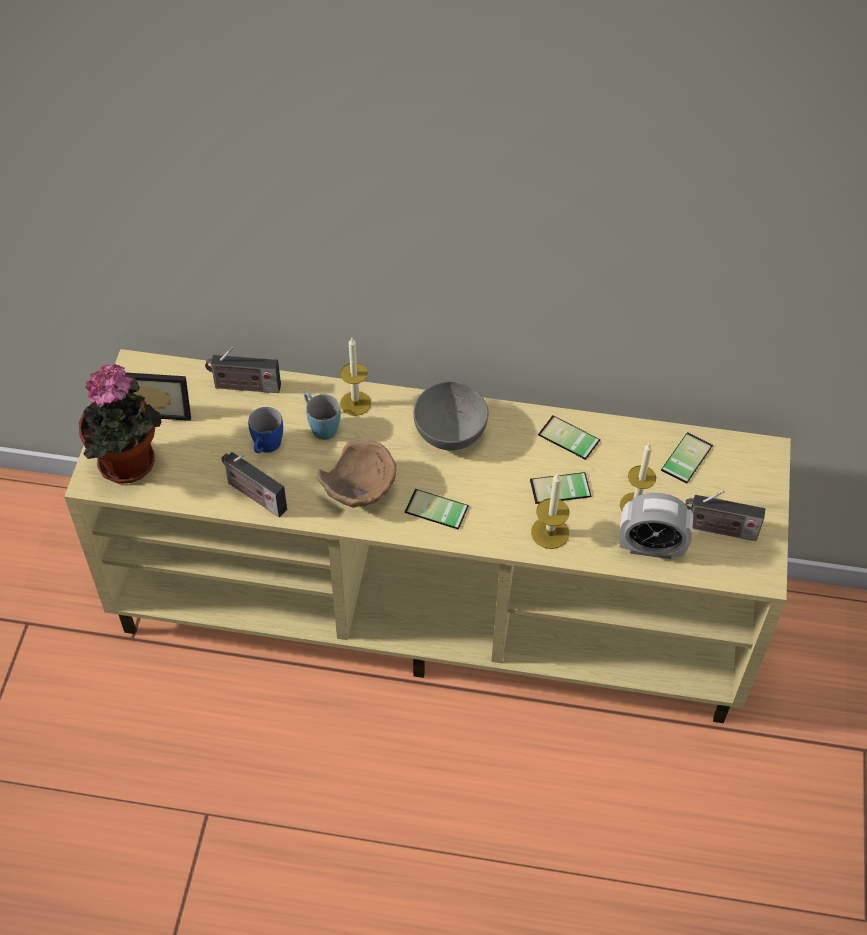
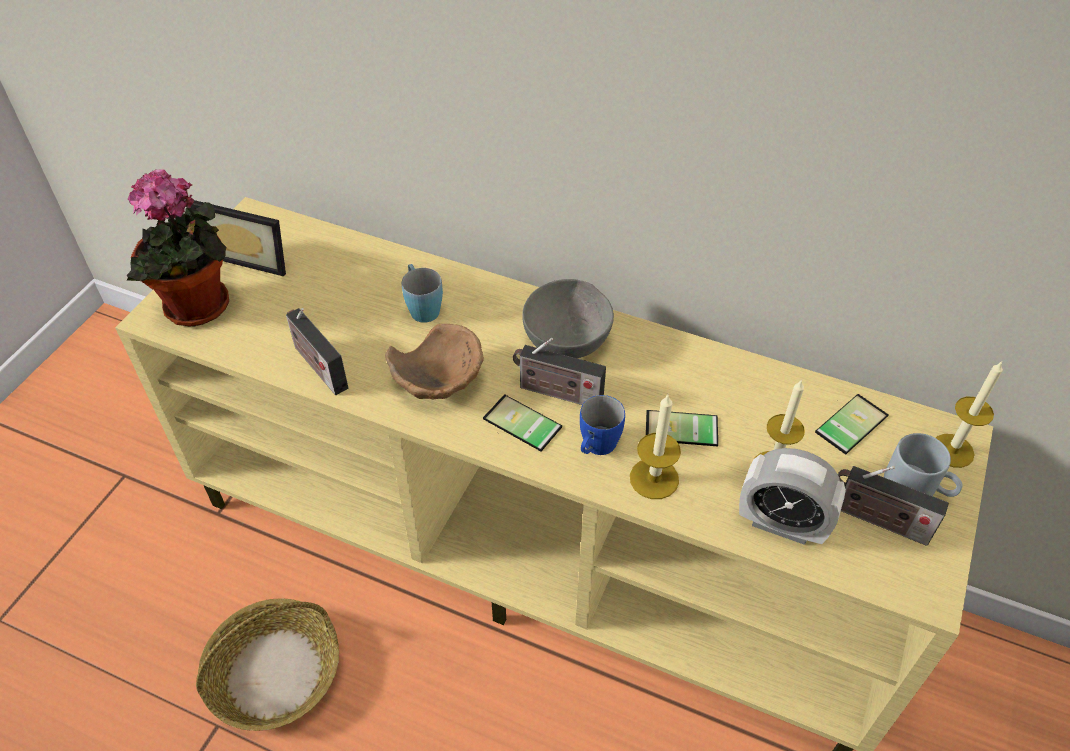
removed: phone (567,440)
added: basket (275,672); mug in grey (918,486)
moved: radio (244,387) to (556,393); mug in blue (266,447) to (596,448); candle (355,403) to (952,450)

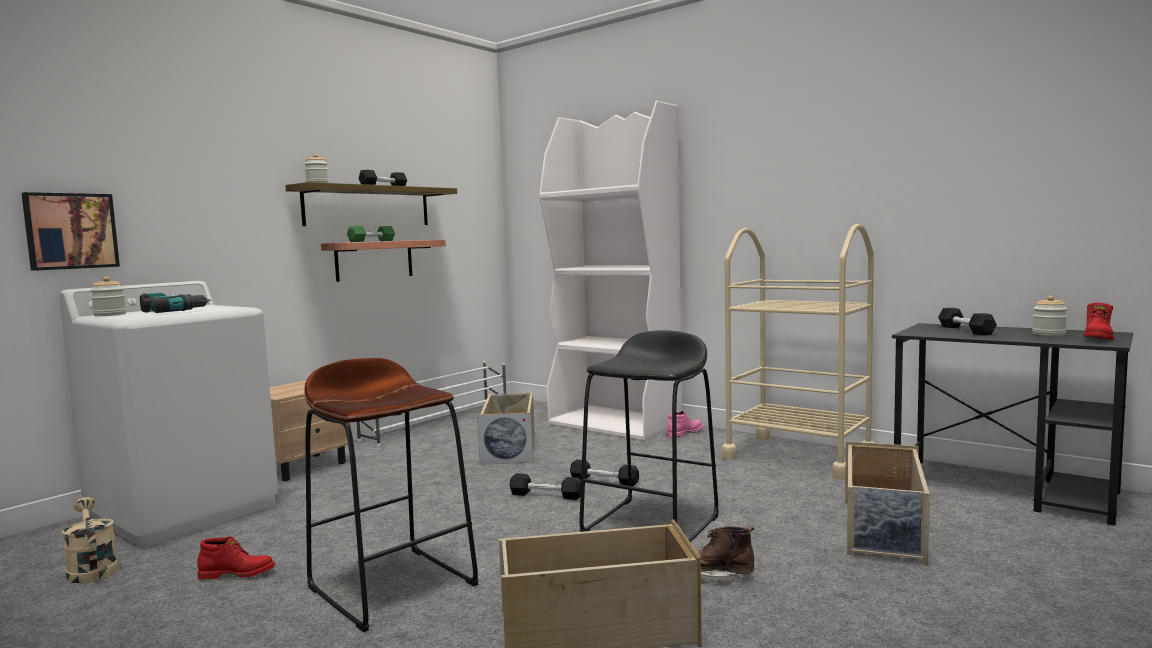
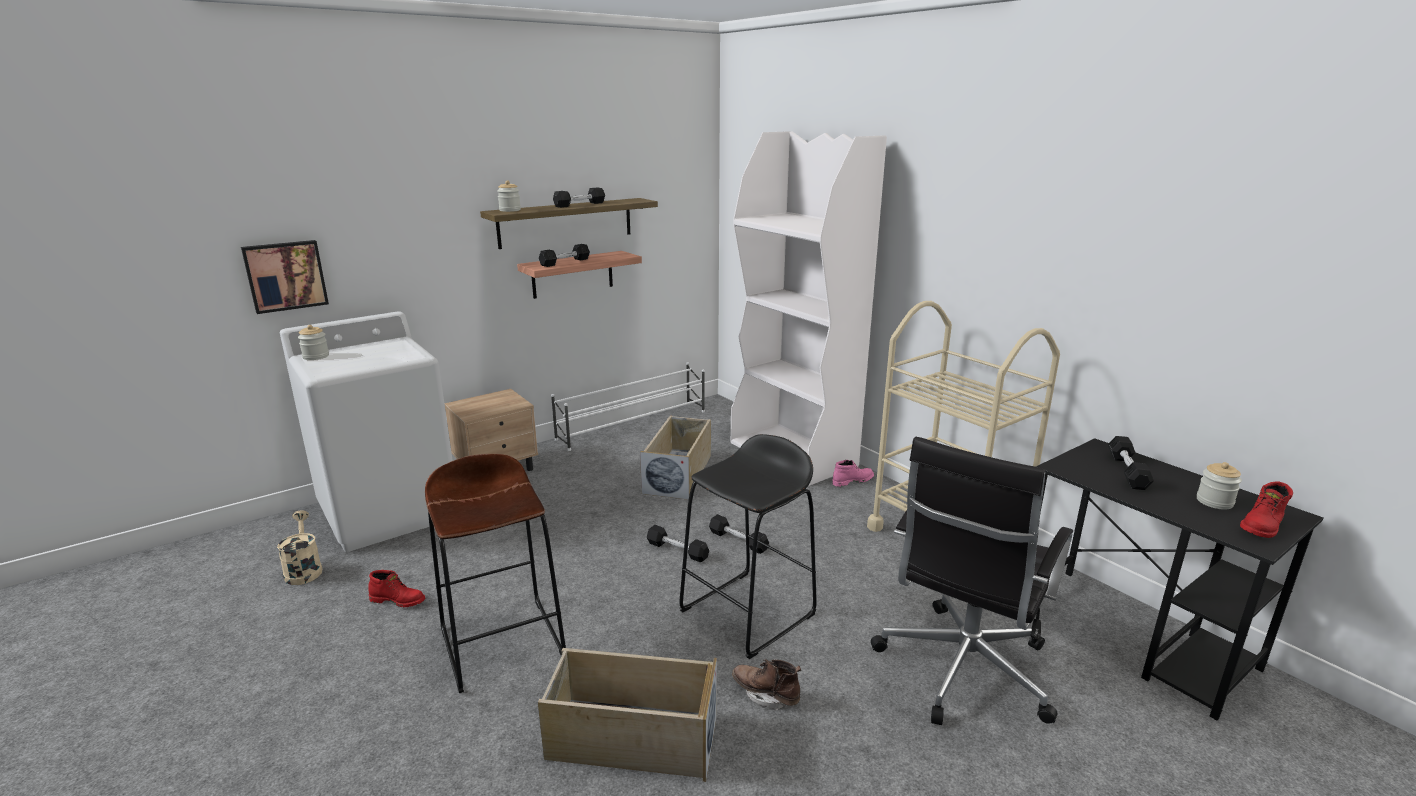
removed: power drill (172,311)
replaced: storage box in beige (883,530) to office chair in black (962,670)
recoloured: dumbbell in green (371,241) to dumbbell in black (565,262)

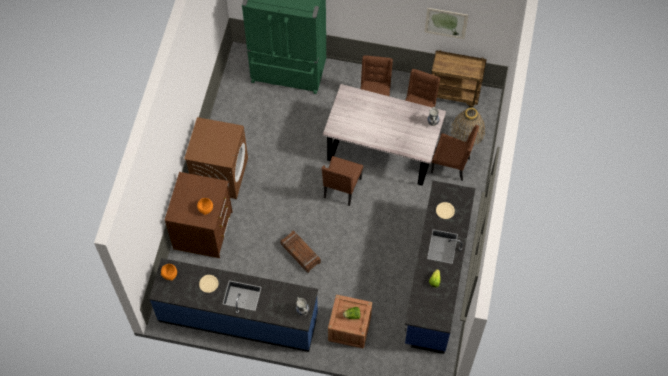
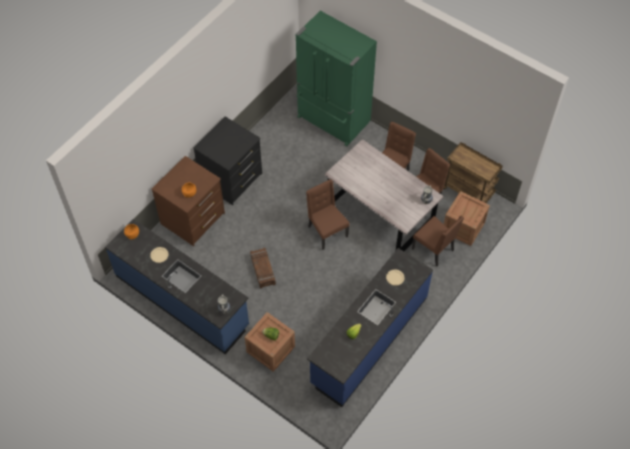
removed: picture (446,23)
replaced: washing machine in brown (220,174) to dresser in black (232,179); basket (467,131) to crate (463,227)
turned: chair in brown (341,189) = (326,231) 105 degrees clockwise

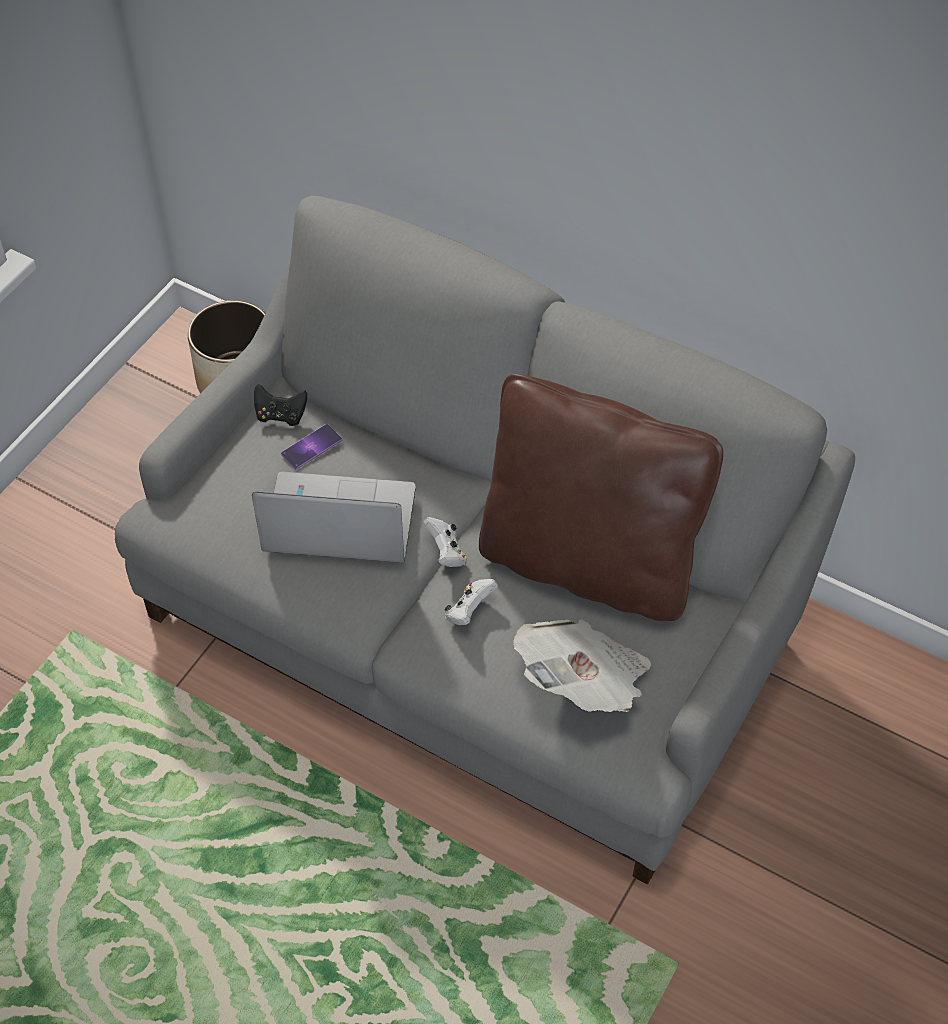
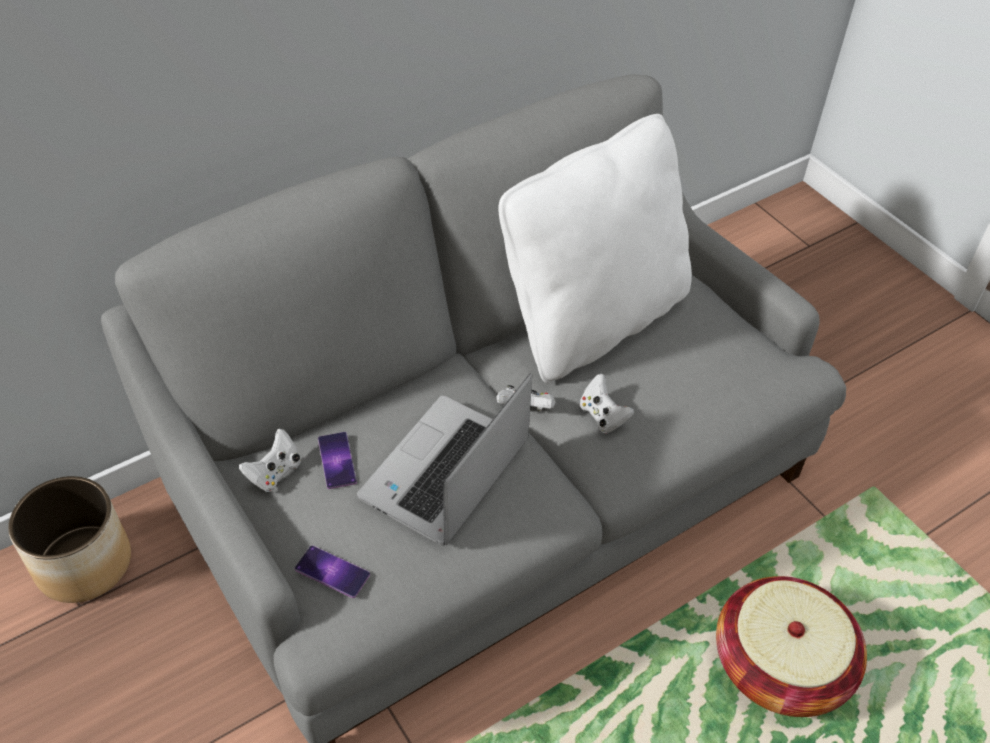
removed: newspaper (584,682)
added: phone (332,571); basket (780,665)
recoloured: game controller in black (281,415) to game controller in white (275,472); pillow in brown (588,562) to pillow in white (593,320)

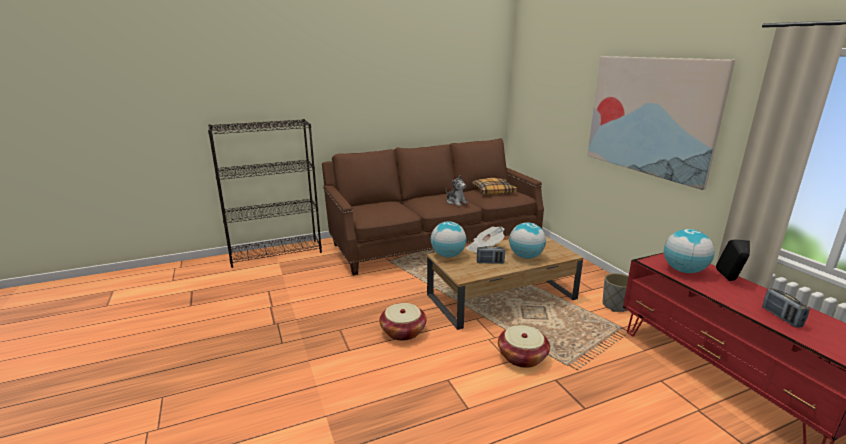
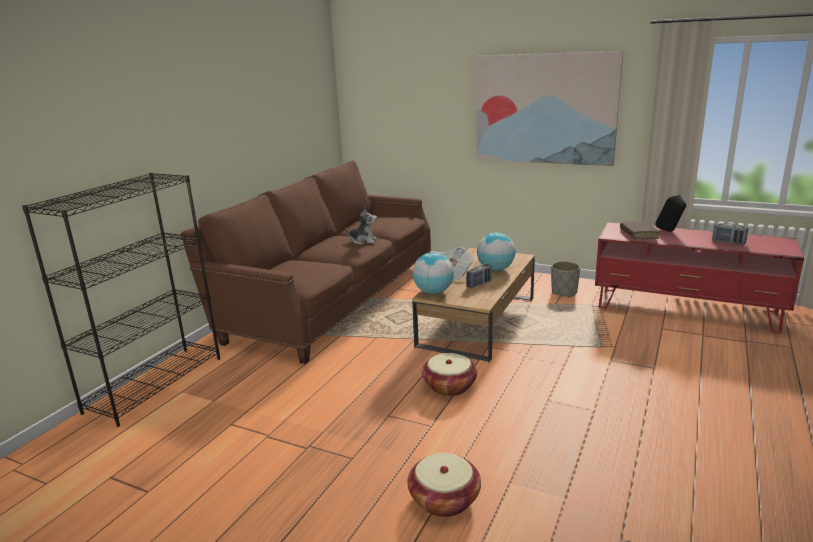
removed: pillow (493,191)
moved: basket (522,357) to (444,499)
replaced: globe (683,270) to book in brown (638,234)

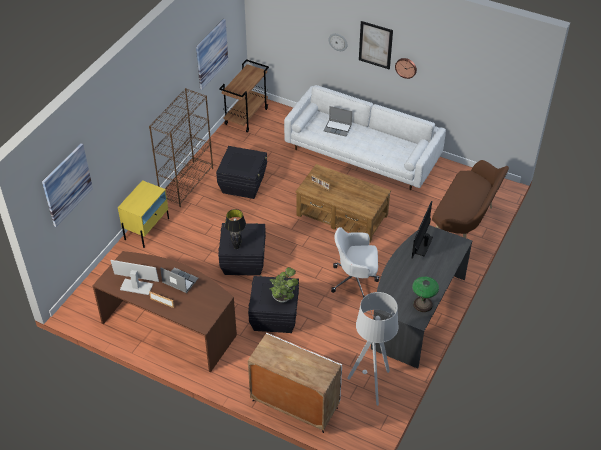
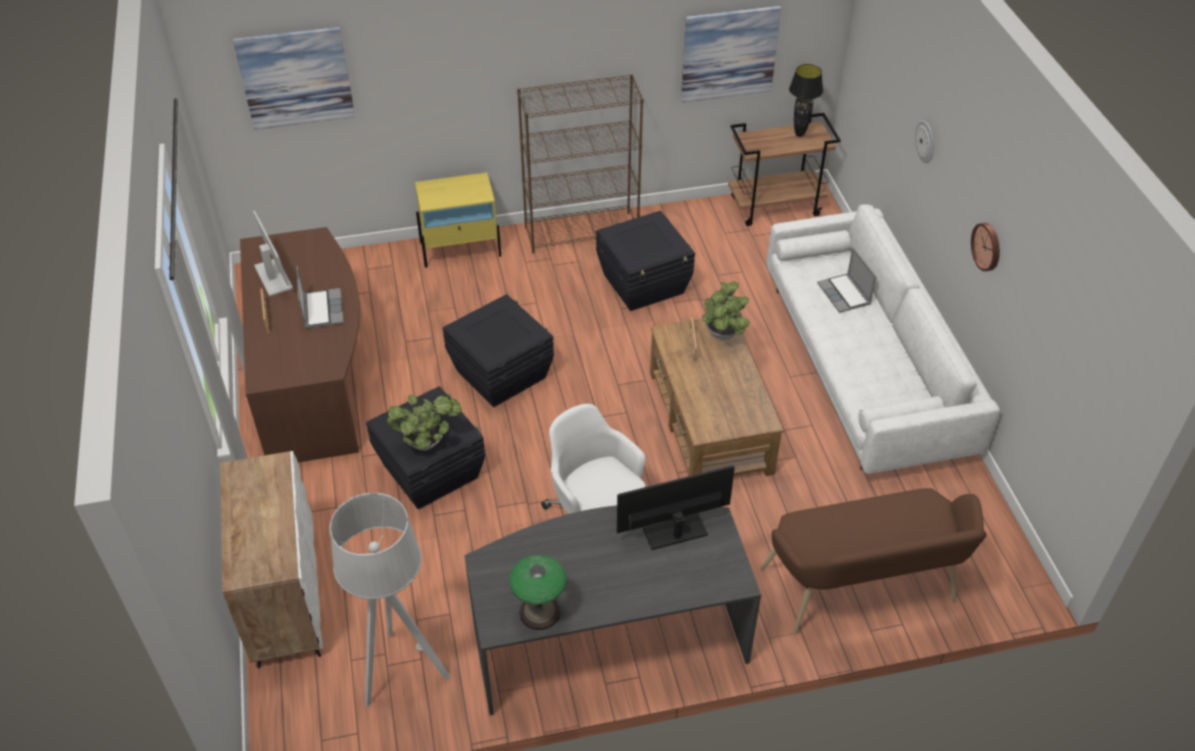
removed: picture (375,45)
added: potted plant (723,335)
moved: table lamp in black (236,247) to (799,134)

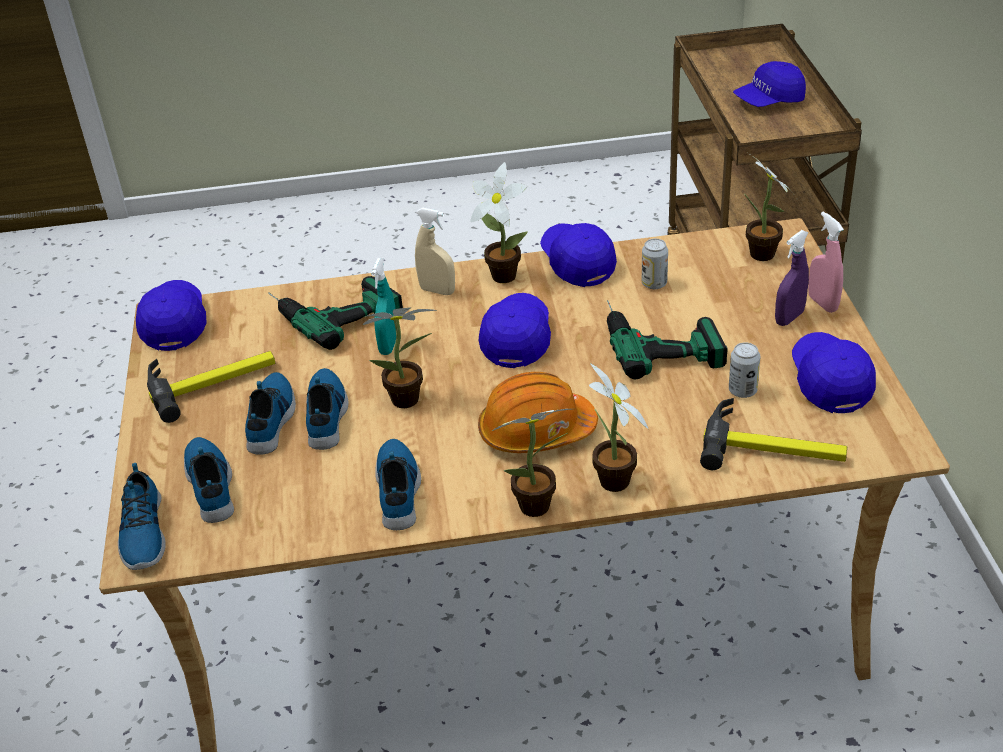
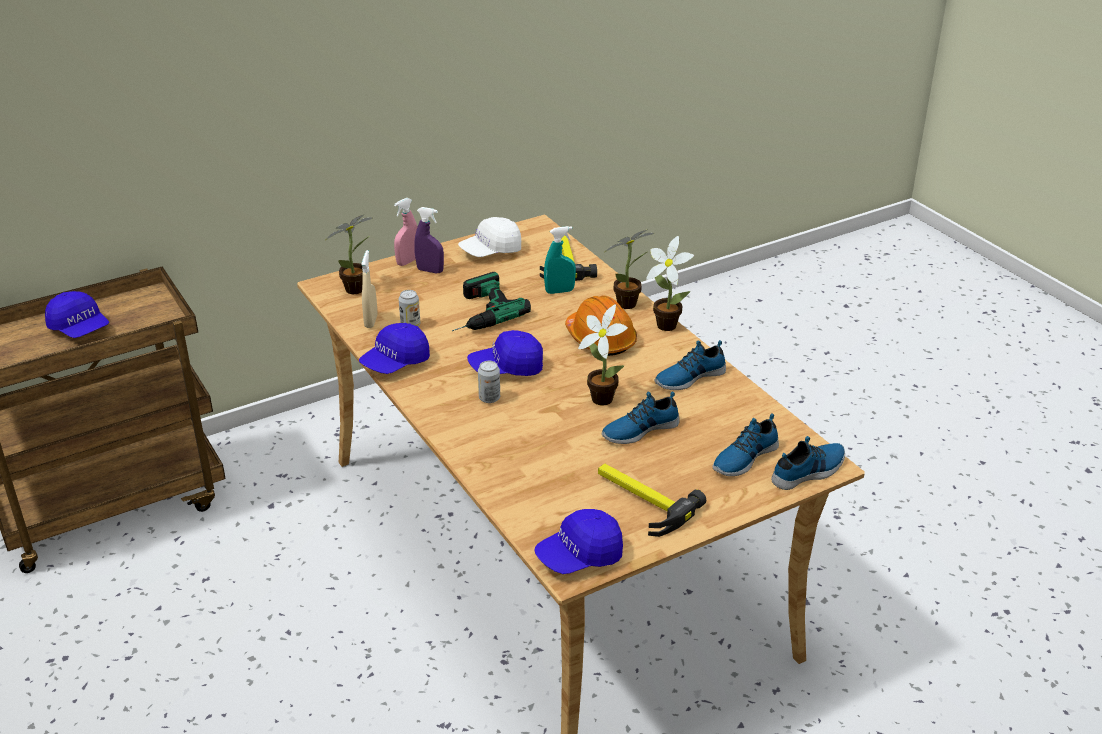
removed: shoe (272,418); power drill (331,310); potted plant (501,274)
moved: spray bottle in beige (437,291) to (371,321); can (742,391) to (489,398); spray bottle in turquoise (389,345) to (559,291)
recoloured: cap in blue (829,381) to cap in white (491,251)

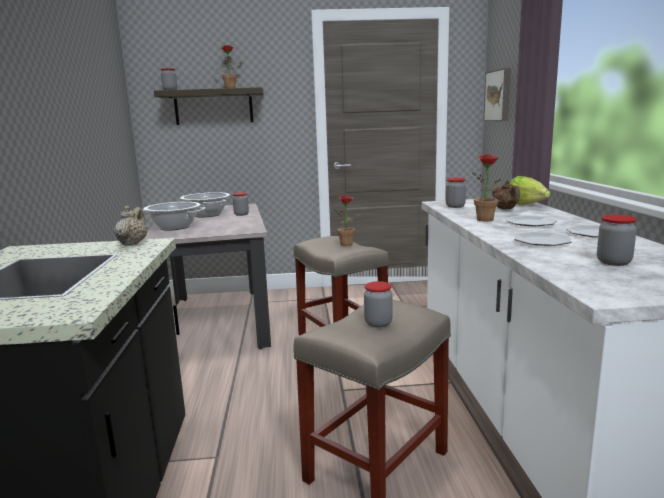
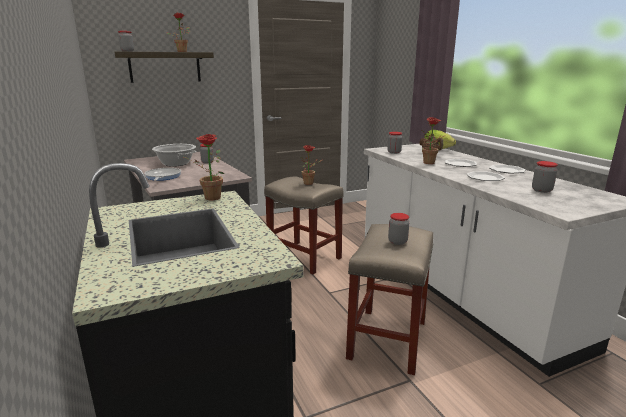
removed: picture (499,95)
replaced: cooking pot (174,227) to frying pan (162,177); teapot in beige (132,243) to potted plant (209,198)

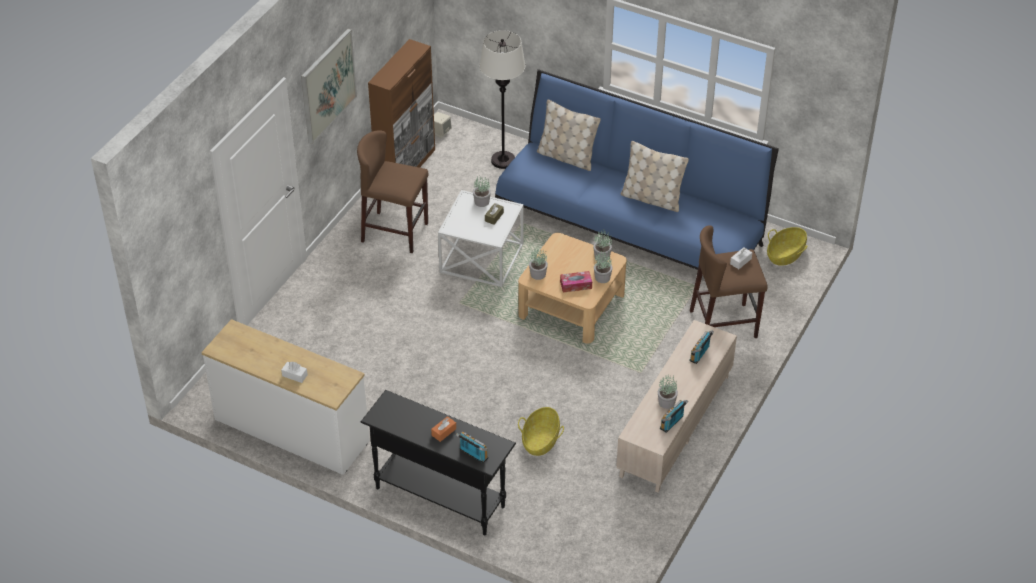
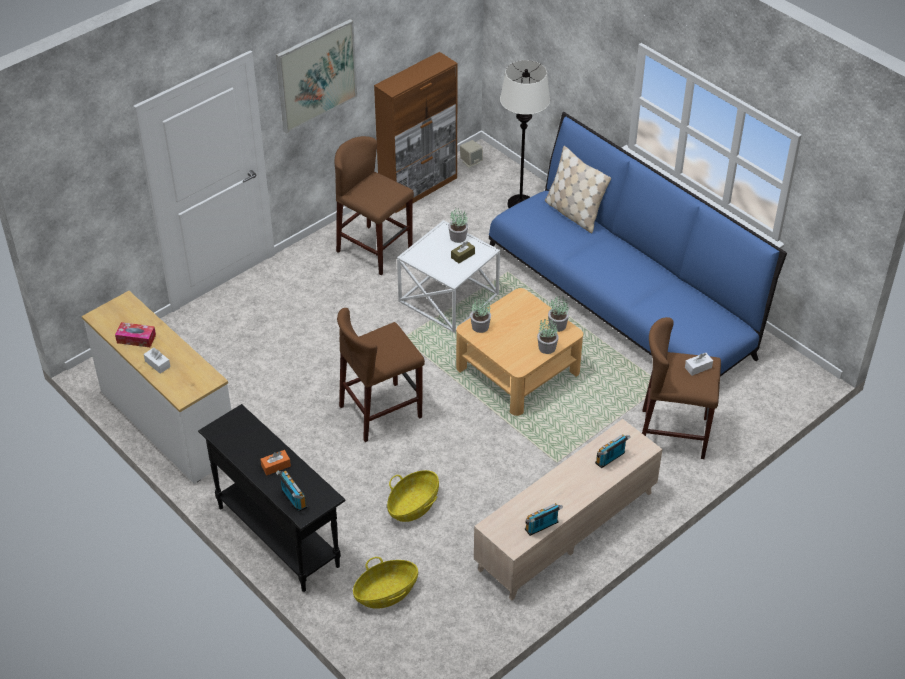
removed: pillow in beige (652,199); potted plant (666,402)
added: stool in brown (381,412)
moved: tissue box (576,285) to (136,339); basket (785,255) to (386,593)

